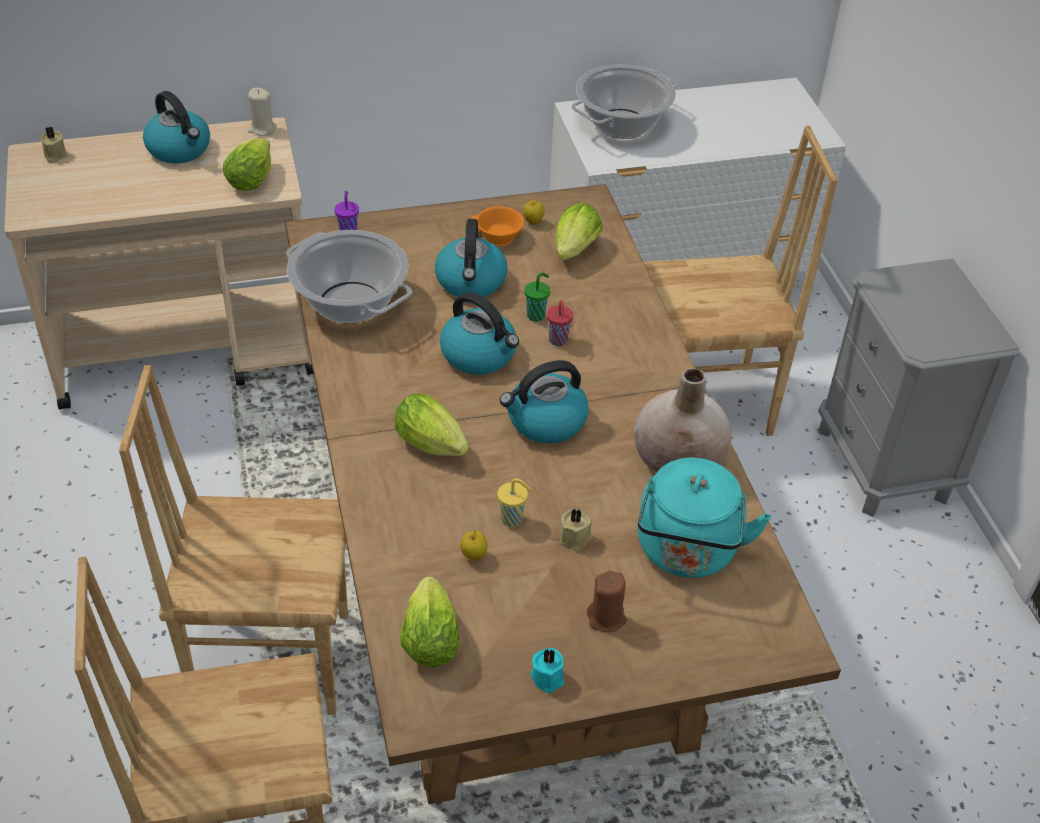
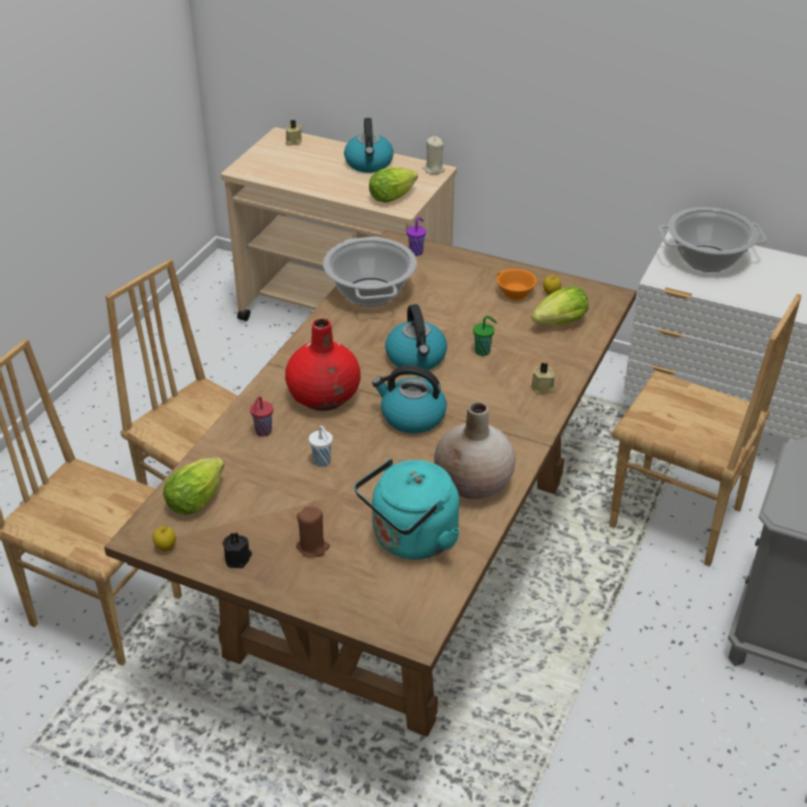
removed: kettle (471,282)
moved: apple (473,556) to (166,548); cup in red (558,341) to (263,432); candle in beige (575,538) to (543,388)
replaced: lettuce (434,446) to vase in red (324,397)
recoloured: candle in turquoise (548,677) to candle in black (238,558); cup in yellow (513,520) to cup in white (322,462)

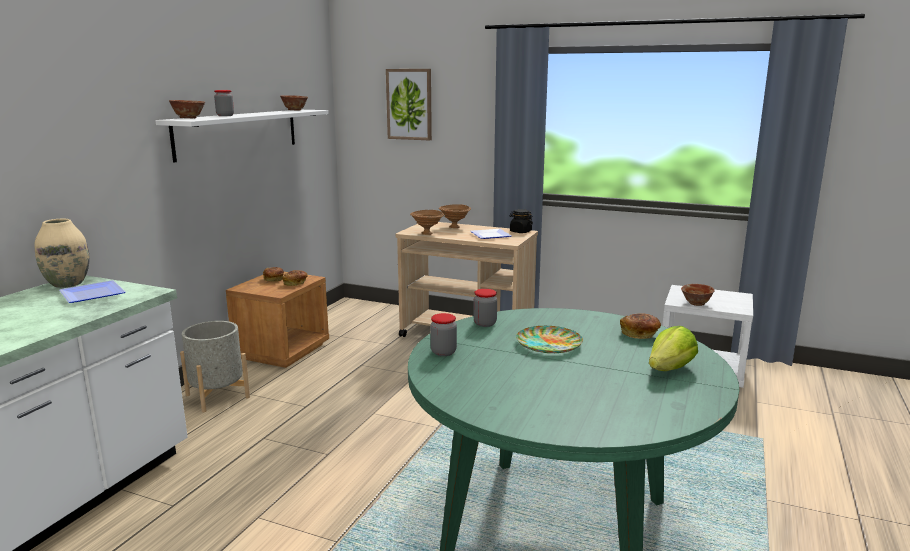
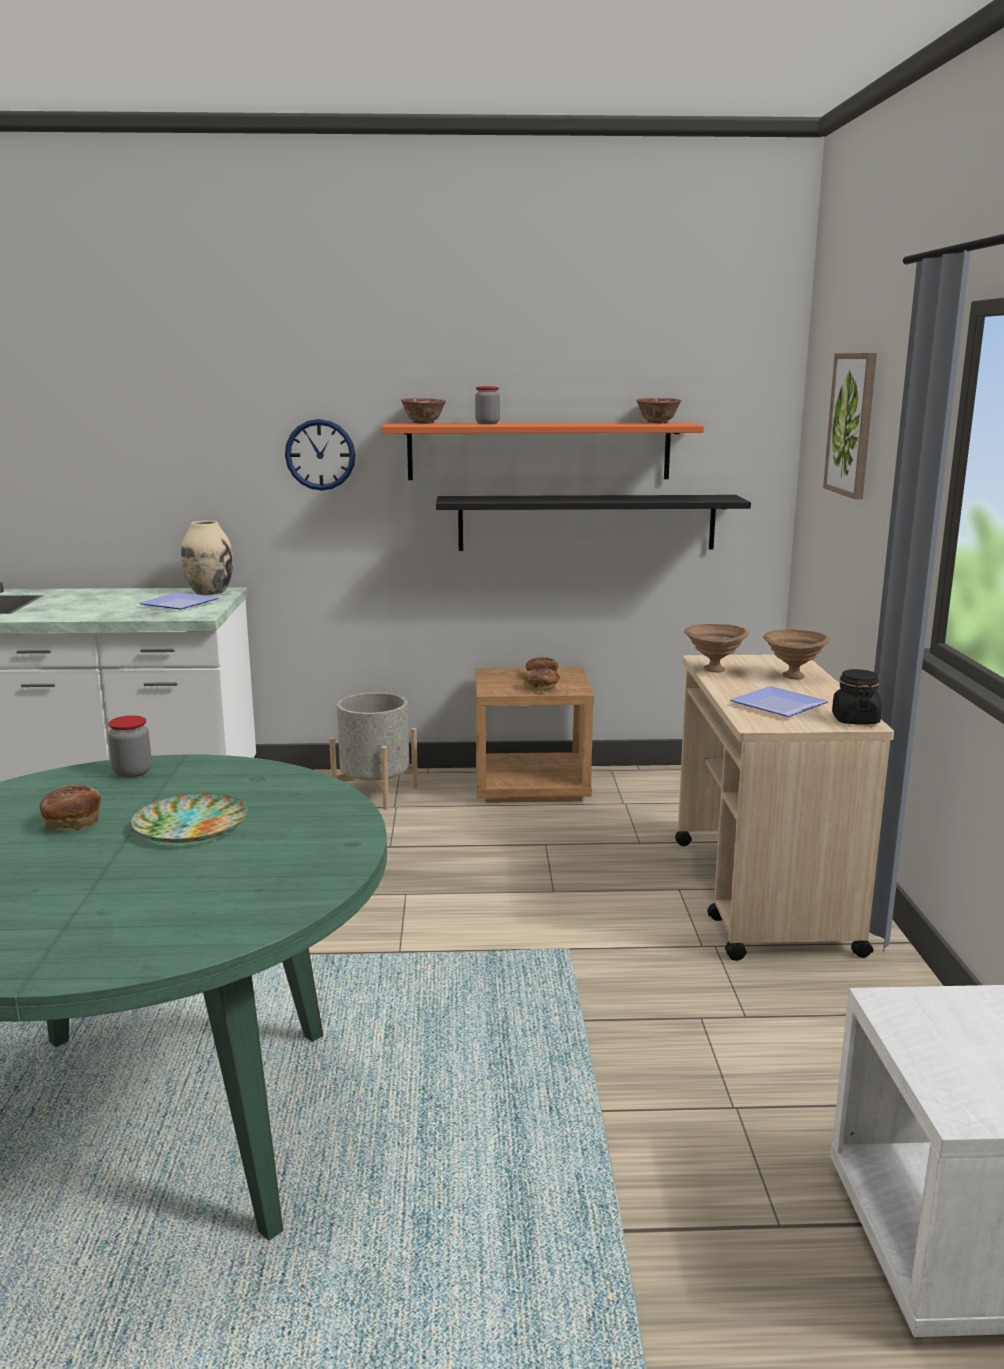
removed: jar (485,323); lettuce (669,369); bowl (696,303)
added: wall clock (320,454); shelf in black (587,522)
moved: bread (640,334) to (71,822)
recoloured: shelf in white (238,133) to shelf in orange (539,451)

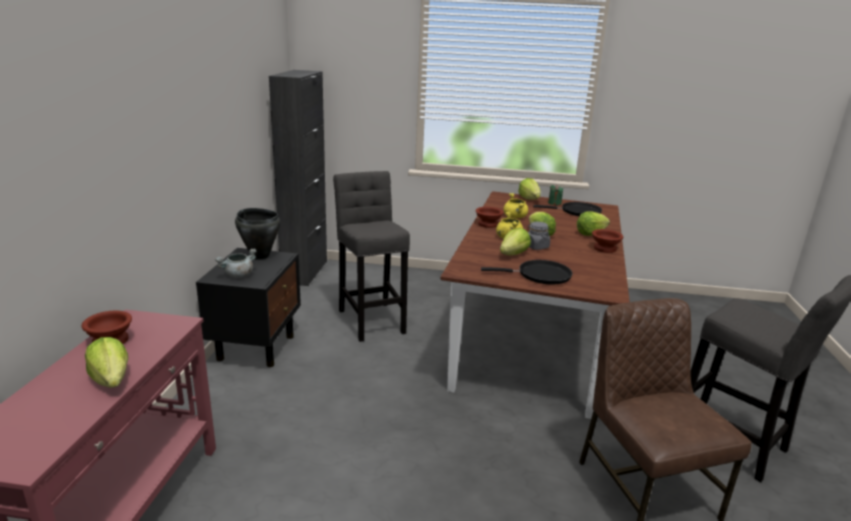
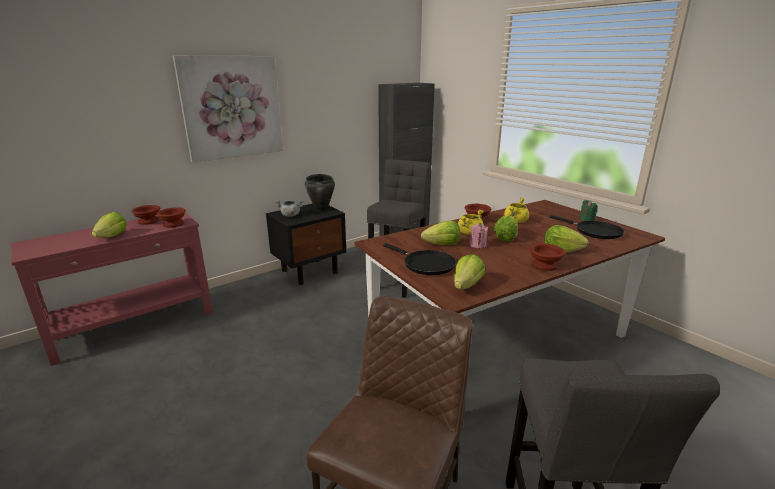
added: bowl in brown (173,224); picture (232,107)
moved: lettuce (529,199) to (466,286)
replaced: jar in grey (536,246) to candle in pink (477,245)

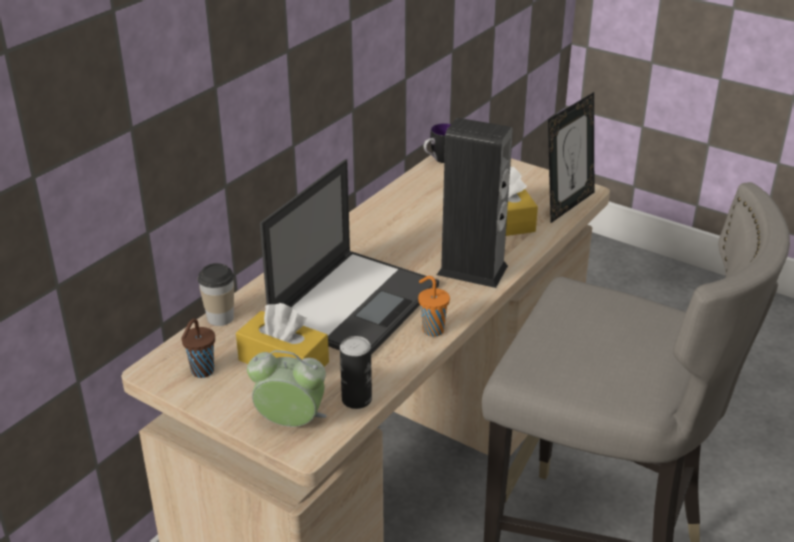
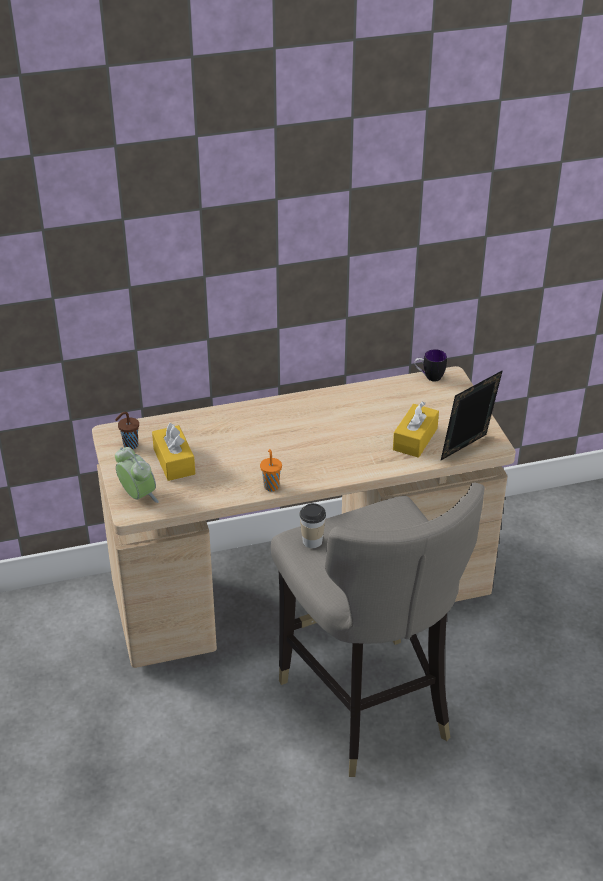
removed: laptop (355,302); can (356,399); speaker (472,270)
moved: cup (220,317) to (312,541)
turned: picture frame (567,205) = (467,450) 150 degrees clockwise

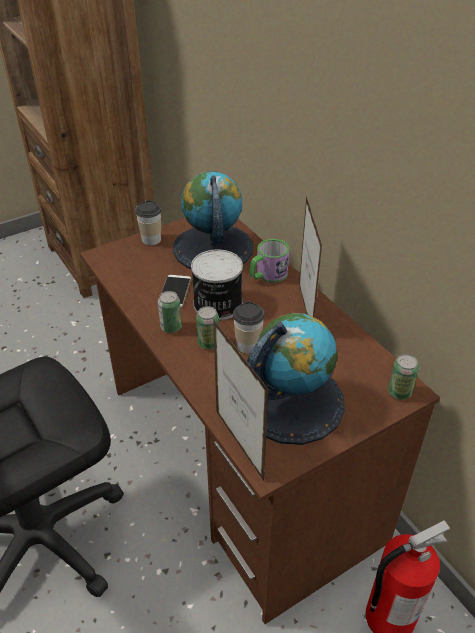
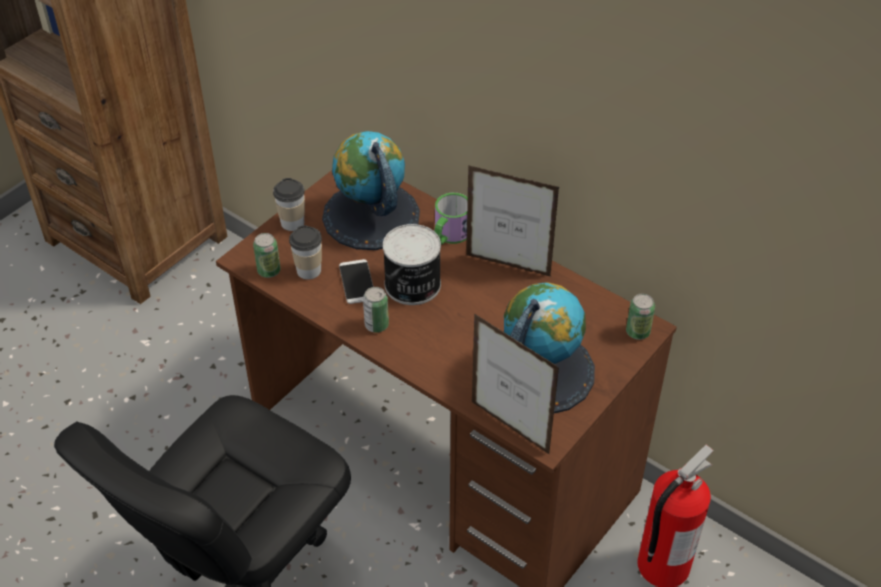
moved: can (208,343) to (269,271); cup (248,346) to (309,271)
turned: picture frame (305,309) = (508,266) 135 degrees clockwise

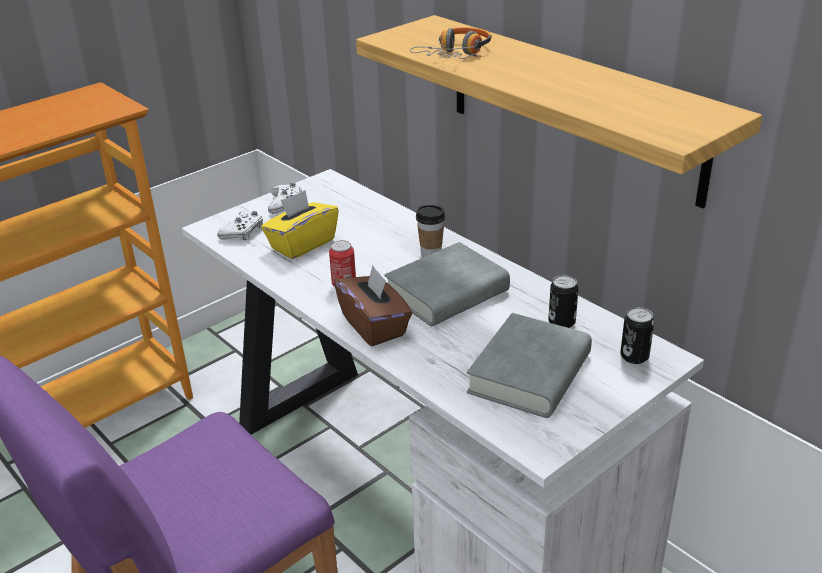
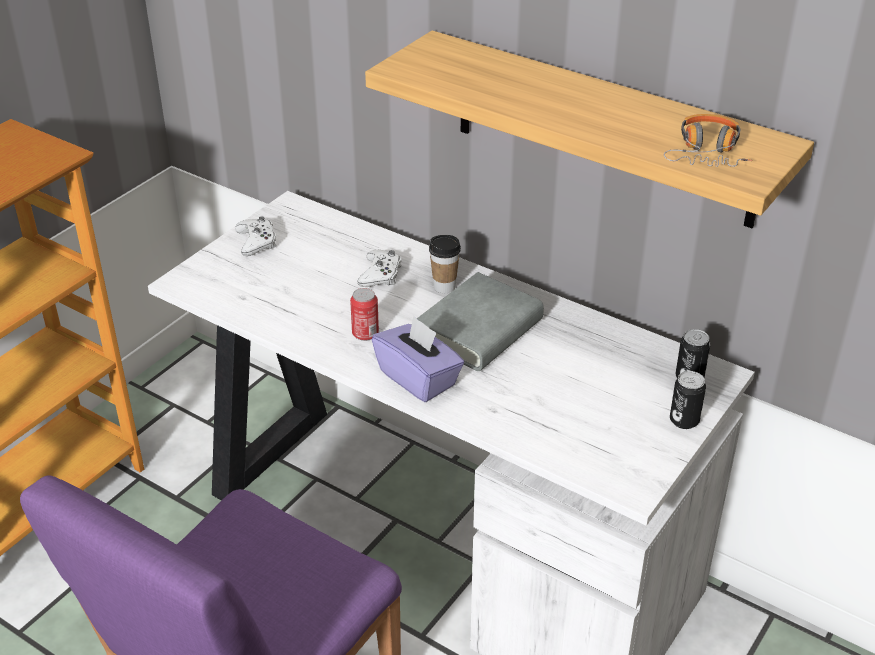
removed: tissue box in yellow (302,244); book in grey (530,374)
moved: game controller in white (243,231) to (380,274); headphones (457,54) to (707,152); can (561,322) to (684,420)
recoloured: tissue box in brown (374,326) to tissue box in purple (418,378)

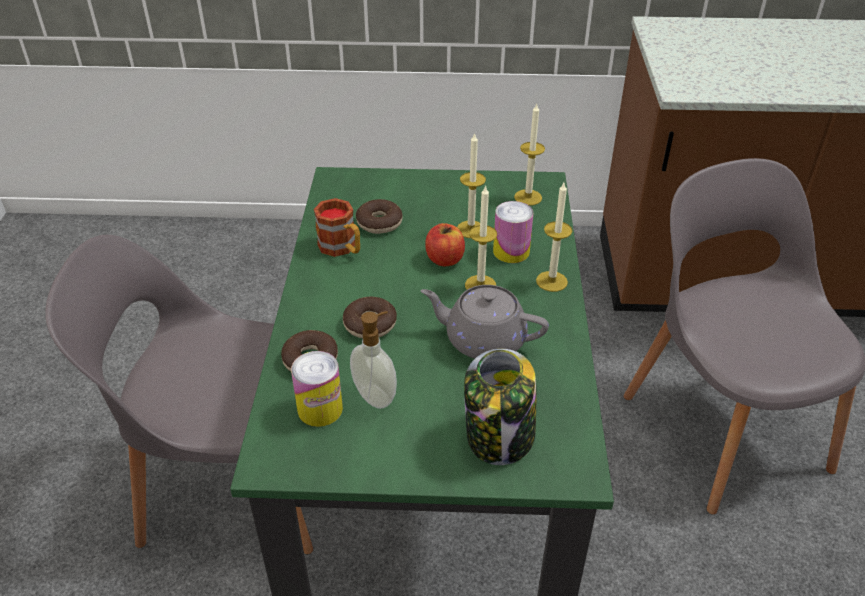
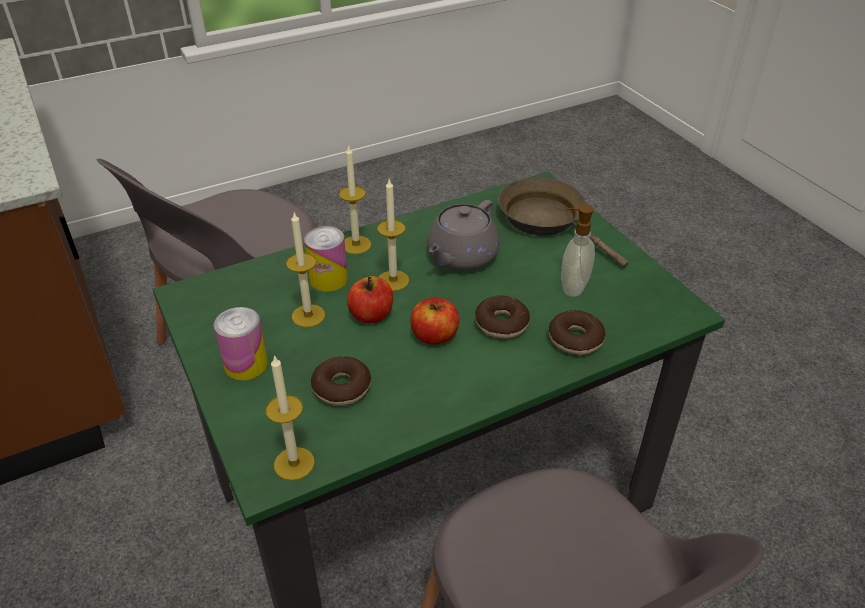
removed: mug (342,248)
added: apple (434,336)
moved: can (320,409) to (246,364); candle (528,197) to (294,463)
replaced: jar (500,437) to frying pan in brown (547,220)
turned: teapot in grey (483,340) = (461,257) 45 degrees clockwise

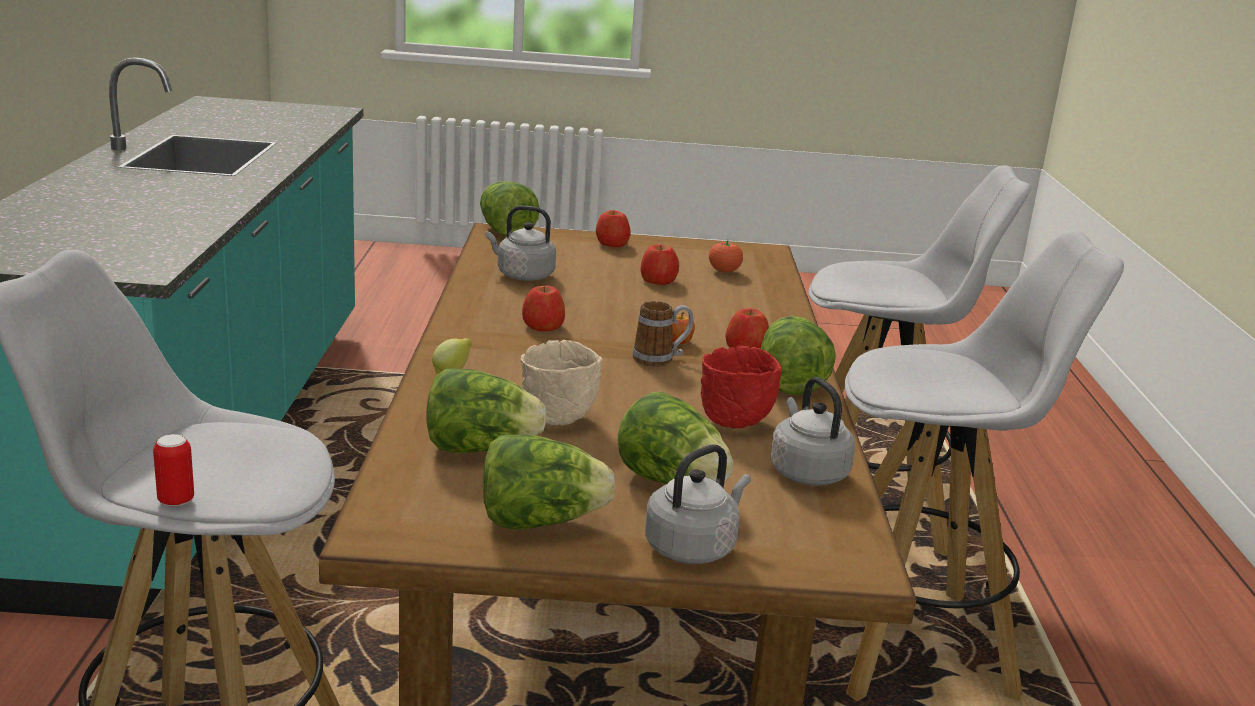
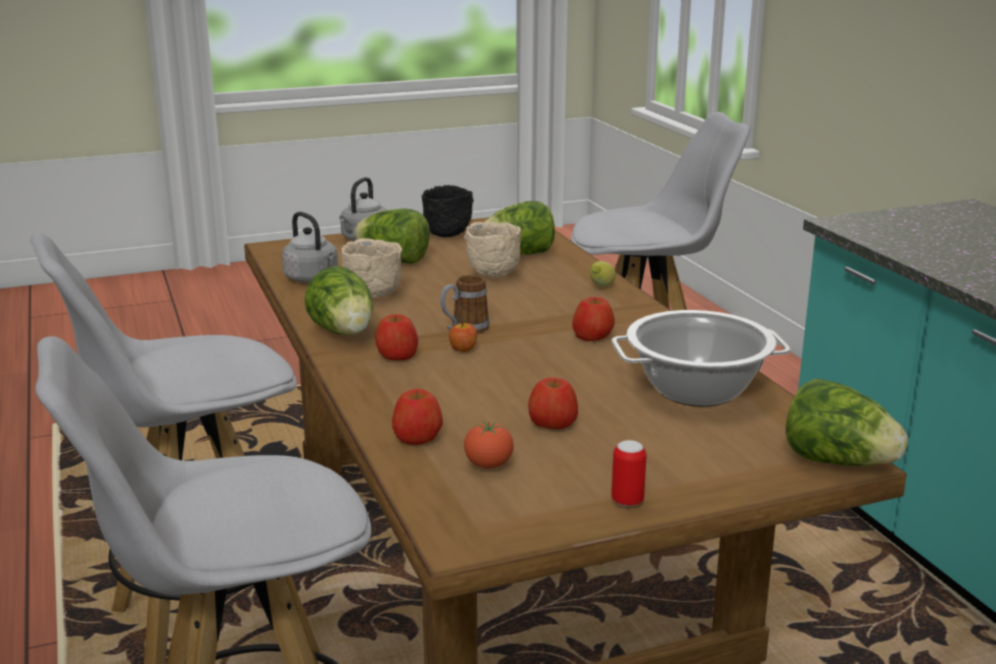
moved: apple (612,244) to (417,437); can (176,501) to (627,501)
replaced: lettuce (540,521) to bowl in black (448,235); kettle in grey (522,275) to cooking pot (697,389)
recoloured: bowl in red (736,423) to bowl in beige (372,296)

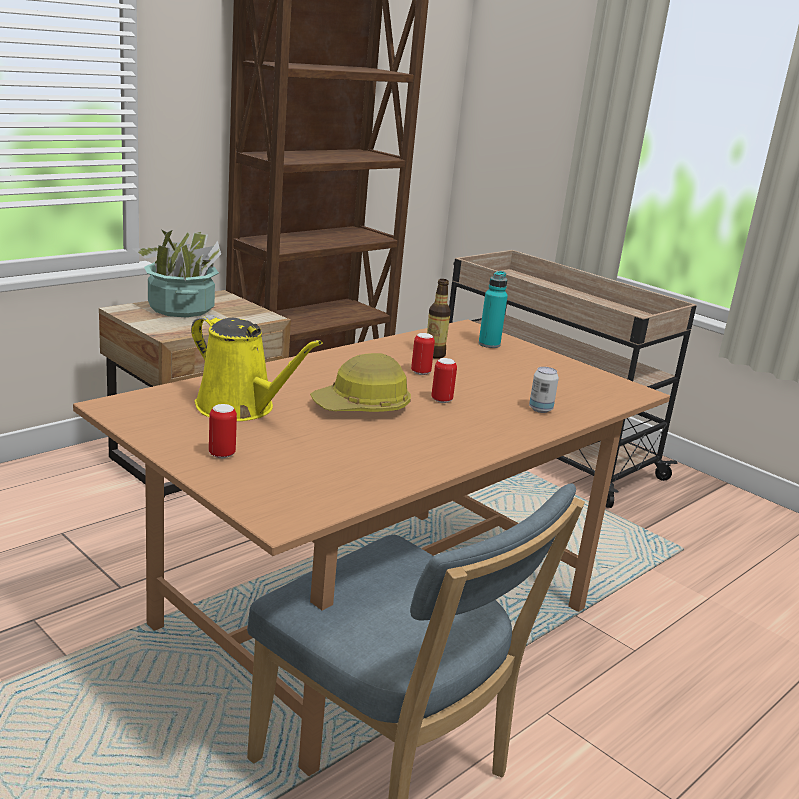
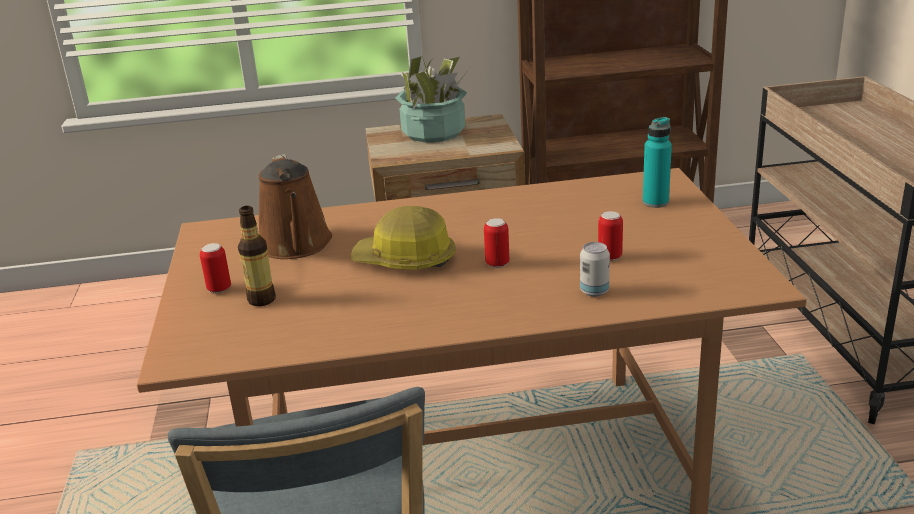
moved: bottle (434,355) to (261,300); can (420,372) to (610,257)
recoloured: watering can in yellow (240,408) to watering can in brown (296,246)

